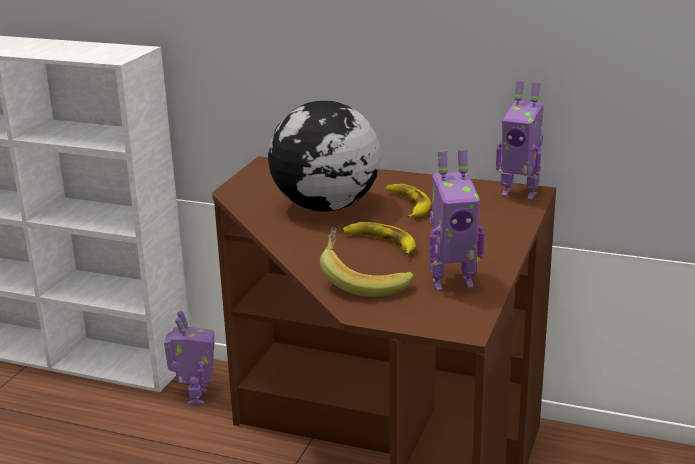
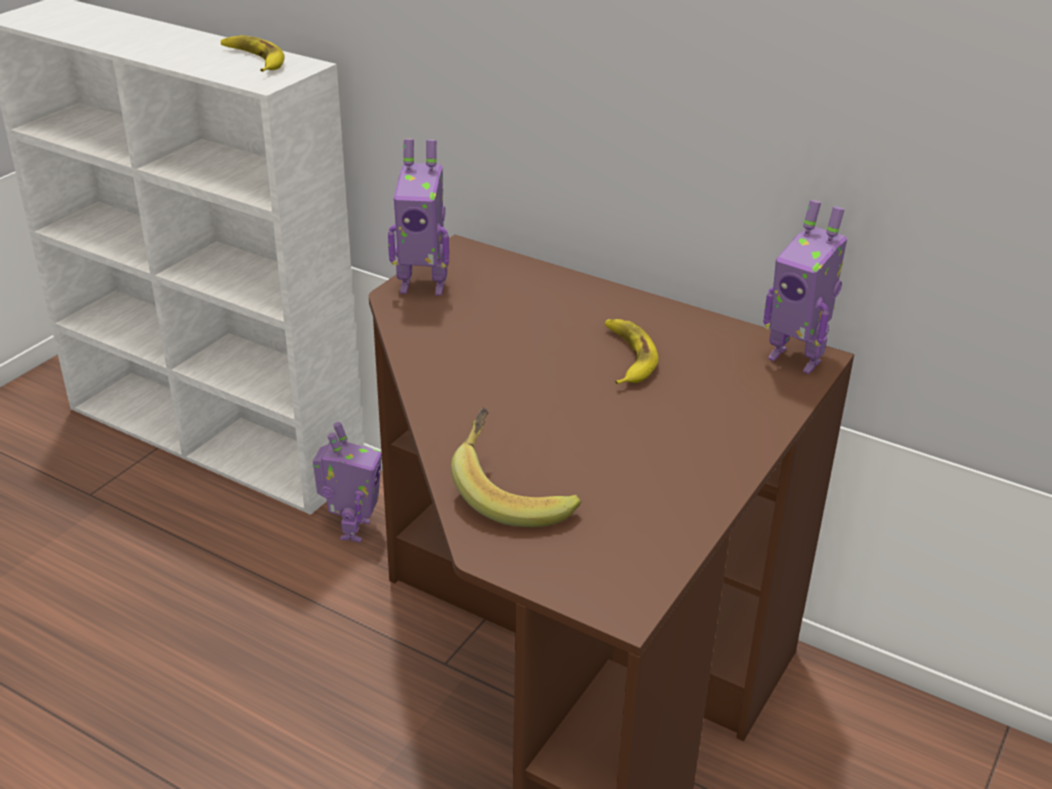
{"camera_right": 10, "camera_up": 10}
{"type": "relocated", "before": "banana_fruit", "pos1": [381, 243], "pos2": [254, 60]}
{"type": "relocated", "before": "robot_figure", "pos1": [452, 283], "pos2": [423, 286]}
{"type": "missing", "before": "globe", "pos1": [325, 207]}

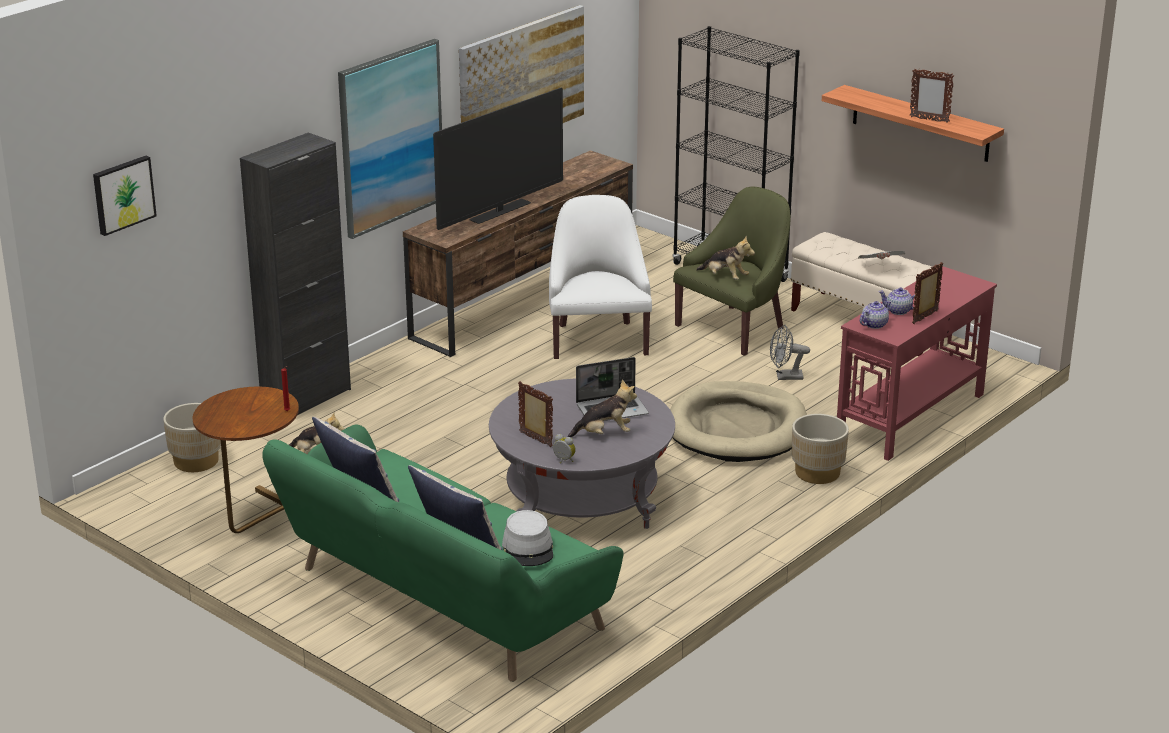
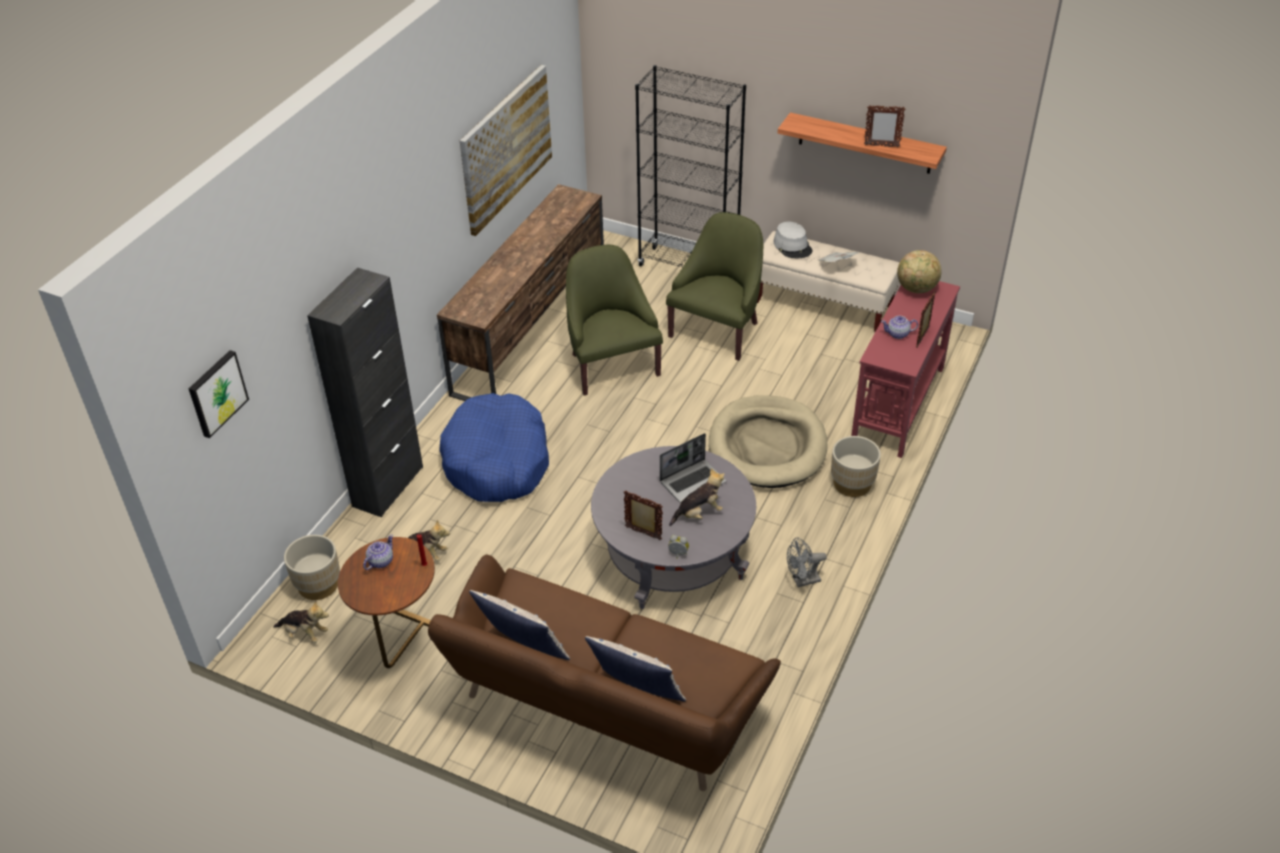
{"camera_right": -15, "camera_up": 15}
{"type": "relocated", "before": "soft_toy", "pos1": [725, 277], "pos2": [304, 633]}
{"type": "relocated", "before": "teapot", "pos1": [874, 324], "pos2": [380, 561]}
{"type": "colour", "before": "green_settee", "after": "brown-coloured_settee", "pos1": [440, 601], "pos2": [603, 707]}
{"type": "appeared", "after": "blue-coloured_pet_bed", "pos2": [497, 461]}
{"type": "colour", "before": "whitish_armchair", "after": "green_armchair", "pos1": [597, 339], "pos2": [611, 365]}
{"type": "relocated", "before": "gray_wearable_hat", "pos1": [528, 548], "pos2": [793, 246]}
{"type": "relocated", "before": "gray_fan", "pos1": [785, 377], "pos2": [802, 581]}
{"type": "appeared", "after": "globe", "pos2": [916, 289]}
{"type": "missing", "before": "wall_picture", "pos1": [391, 137]}
{"type": "missing", "before": "television", "pos1": [500, 212]}

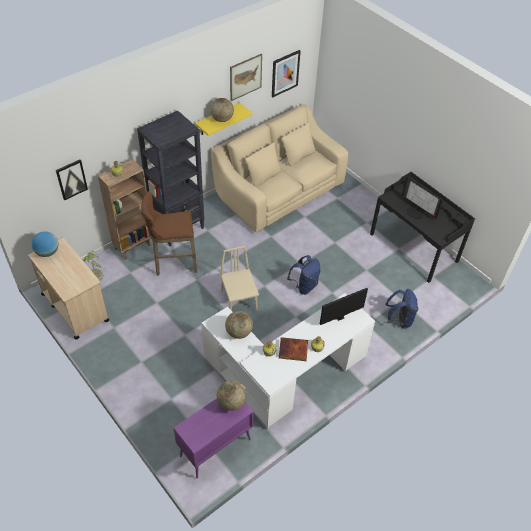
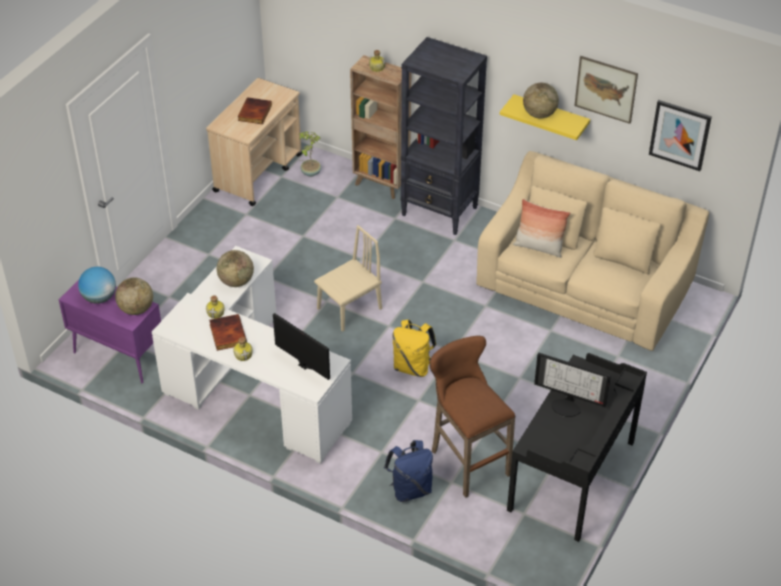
{"camera_right": 70, "camera_up": -5}
{"type": "relocated", "before": "globe", "pos1": [47, 252], "pos2": [99, 298]}
{"type": "appeared", "after": "book", "pos2": [254, 112]}
{"type": "colour", "before": "blue-coloured_knapsack", "after": "yellowish_knapsack", "pos1": [304, 286], "pos2": [413, 367]}
{"type": "relocated", "before": "brown-coloured_stool", "pos1": [173, 263], "pos2": [467, 461]}
{"type": "appeared", "after": "pillow", "pos2": [539, 247]}
{"type": "spun", "before": "computer_screen", "pos1": [415, 212], "pos2": [567, 405], "turn": -90}
{"type": "missing", "before": "wall_picture", "pos1": [71, 179]}

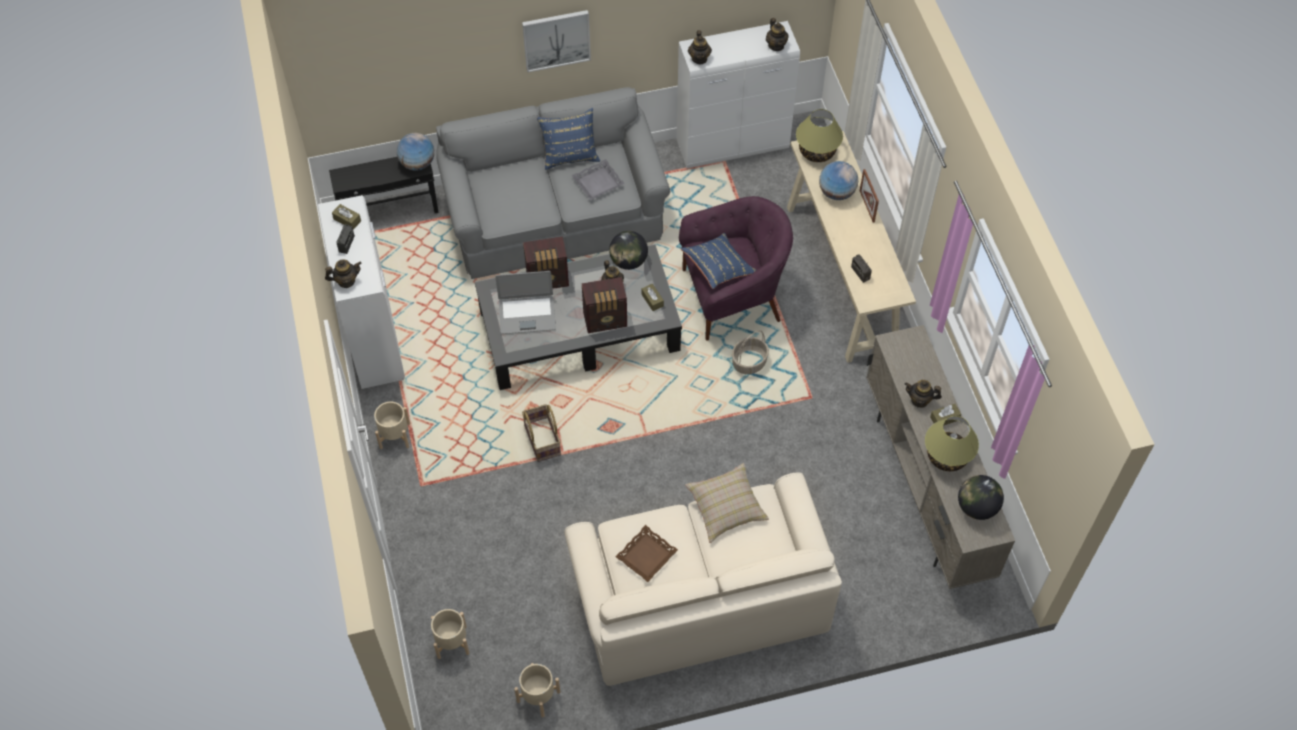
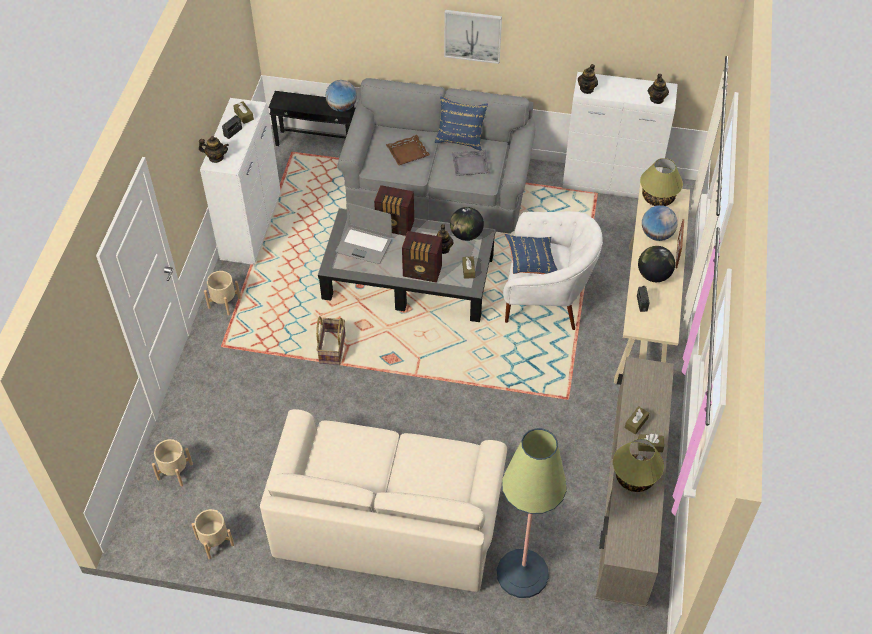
{"camera_right": 25, "camera_up": -5}
{"type": "relocated", "before": "brown-coloured_tray", "pos1": [647, 556], "pos2": [407, 153]}
{"type": "appeared", "after": "standing_lamp", "pos2": [522, 573]}
{"type": "colour", "before": "purple_armchair", "after": "whitish_armchair", "pos1": [732, 296], "pos2": [545, 296]}
{"type": "exchanged", "before": "teapot", "after": "brown-coloured_tissue_box", "pos1": [920, 400], "pos2": [636, 423]}
{"type": "relocated", "before": "globe", "pos1": [976, 507], "pos2": [653, 275]}
{"type": "missing", "before": "beige_pillow", "pos1": [726, 508]}
{"type": "missing", "before": "household_basket", "pos1": [749, 363]}

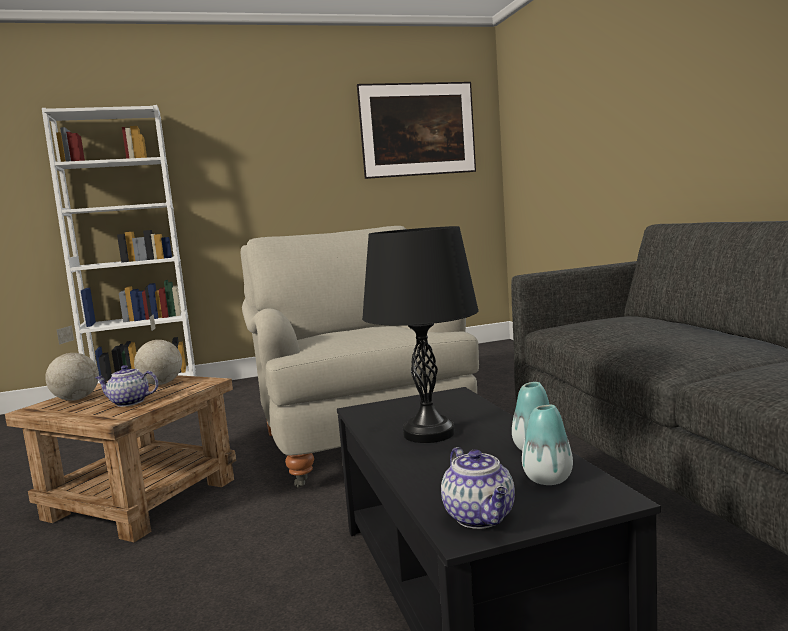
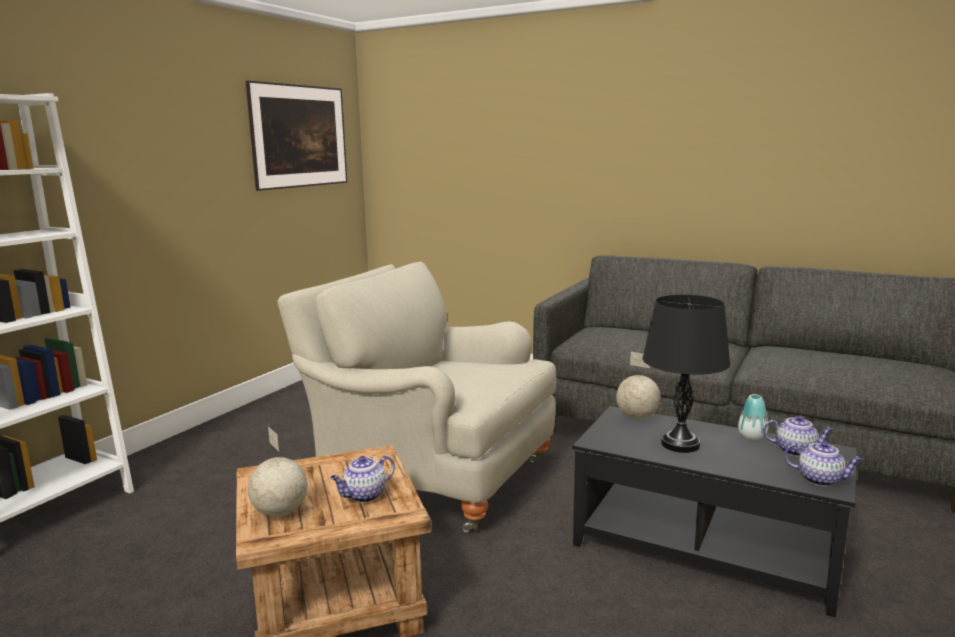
{"camera_right": -45, "camera_up": 5}
{"type": "relocated", "before": "globe", "pos1": [161, 384], "pos2": [637, 417]}
{"type": "exchanged", "before": "flower_vase", "after": "teapot", "pos1": [547, 479], "pos2": [796, 451]}

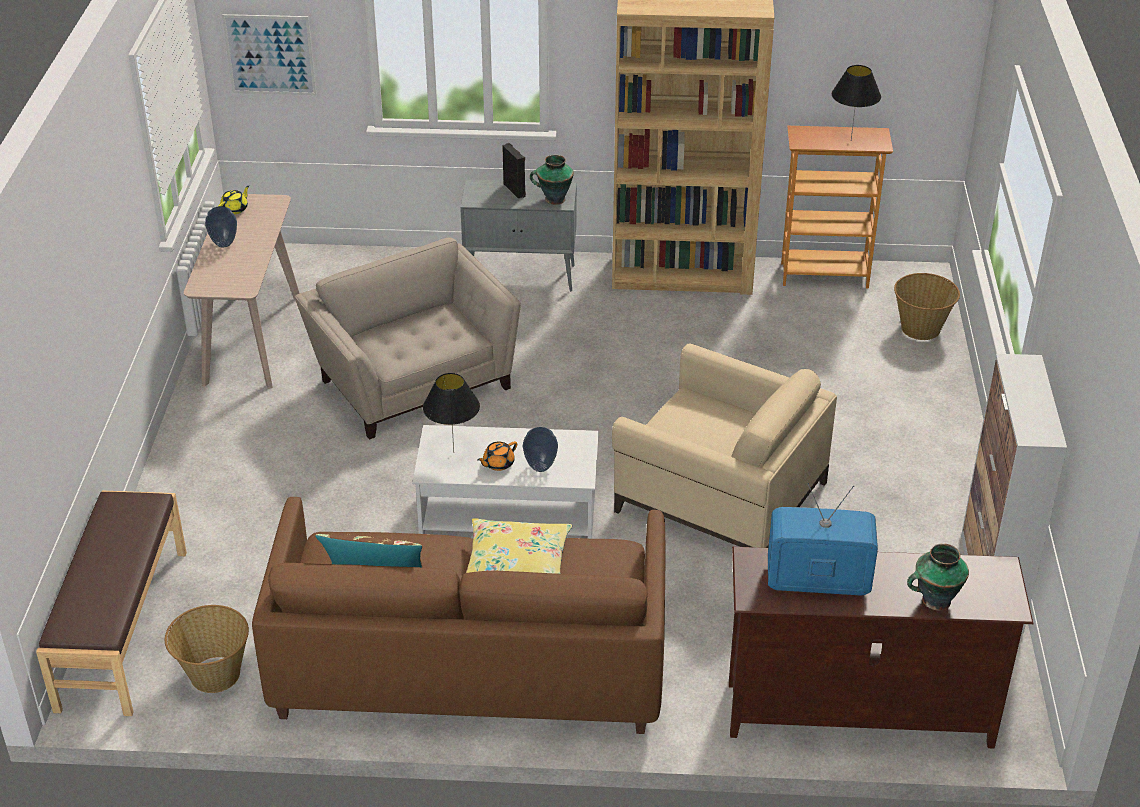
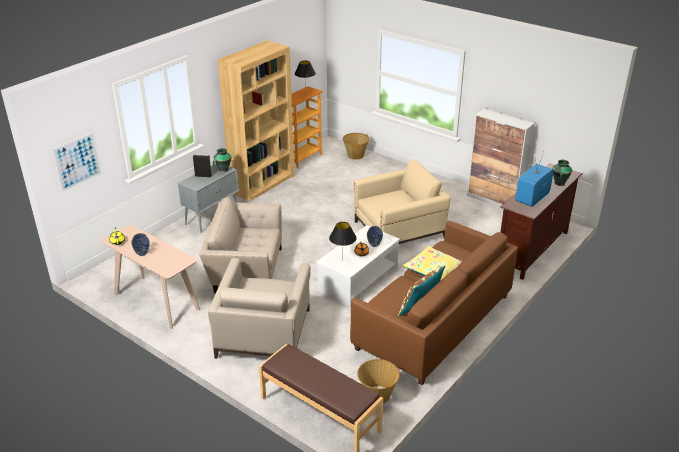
{"camera_right": -55, "camera_up": -5}
{"type": "appeared", "after": "beige_armchair", "pos2": [264, 332]}

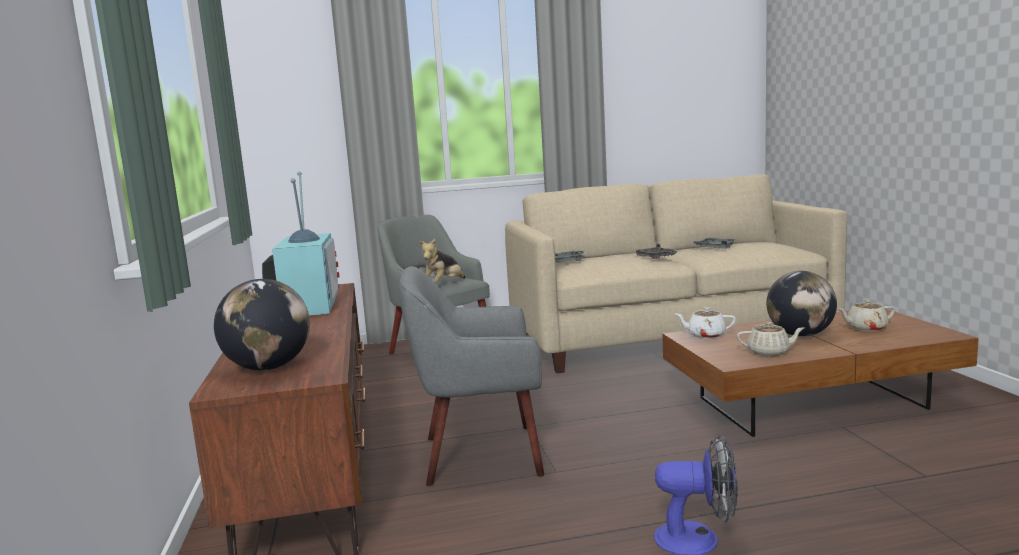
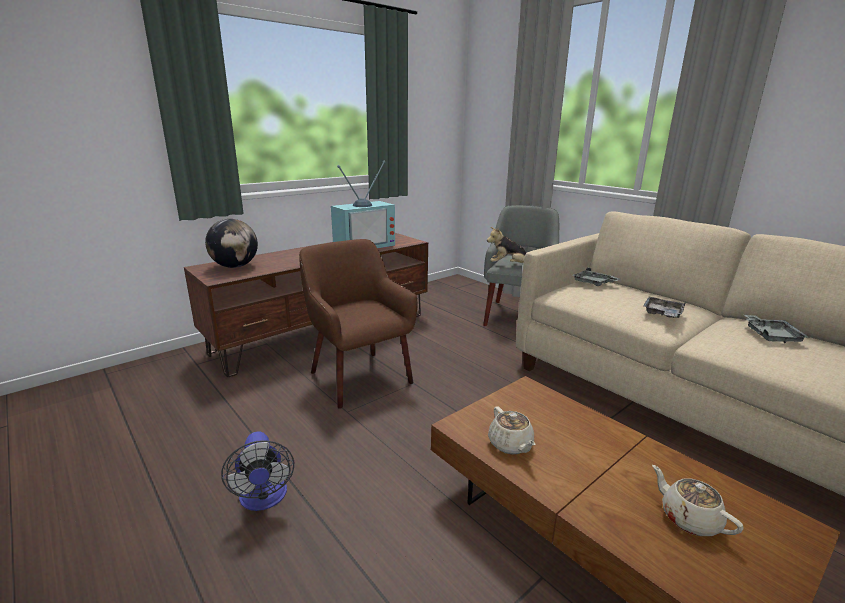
{"camera_right": 60, "camera_up": 10}
{"type": "colour", "before": "gray_armchair", "after": "brown-coloured_armchair", "pos1": [480, 454], "pos2": [359, 377]}
{"type": "missing", "before": "whitish_teapot", "pos1": [705, 335]}
{"type": "missing", "before": "globe", "pos1": [800, 335]}

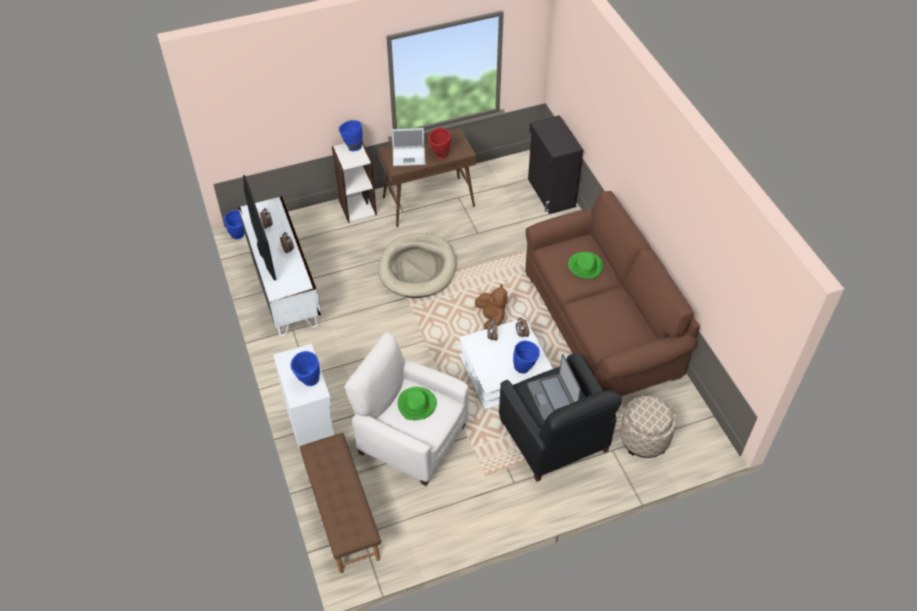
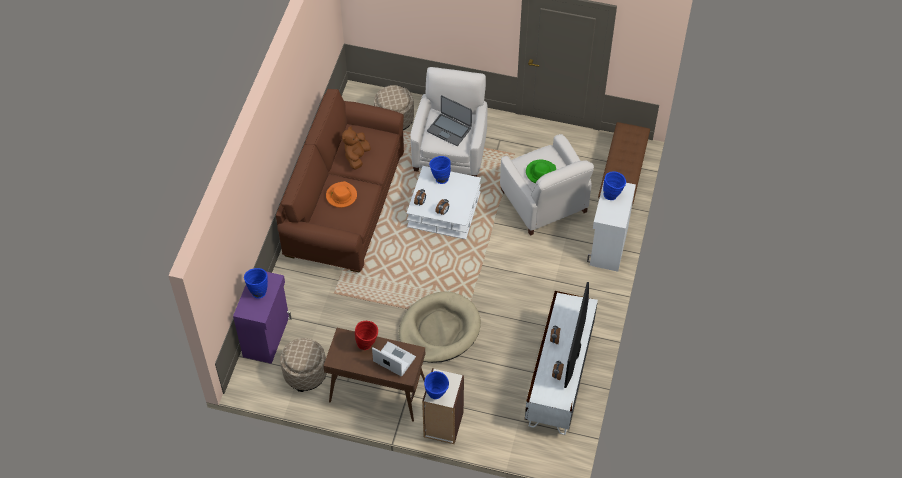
{"camera_right": -145, "camera_up": 5}
{"type": "colour", "before": "black_storage_cabinet", "after": "purple_storage_cabinet", "pos1": [550, 193], "pos2": [267, 336]}
{"type": "relocated", "before": "blue-coloured_flower_vase", "pos1": [240, 236], "pos2": [258, 291]}
{"type": "appeared", "after": "beige_ottoman", "pos2": [305, 373]}
{"type": "colour", "before": "green_wearable_hat", "after": "orange_wearable_hat", "pos1": [585, 266], "pos2": [341, 196]}
{"type": "relocated", "before": "brown-coloured_soft_toy", "pos1": [491, 319], "pos2": [356, 157]}
{"type": "colour", "before": "black_armchair", "after": "whitish_armchair", "pos1": [554, 437], "pos2": [450, 151]}
{"type": "spun", "before": "notebook_computer", "pos1": [552, 397], "pos2": [449, 129], "turn": 105}

